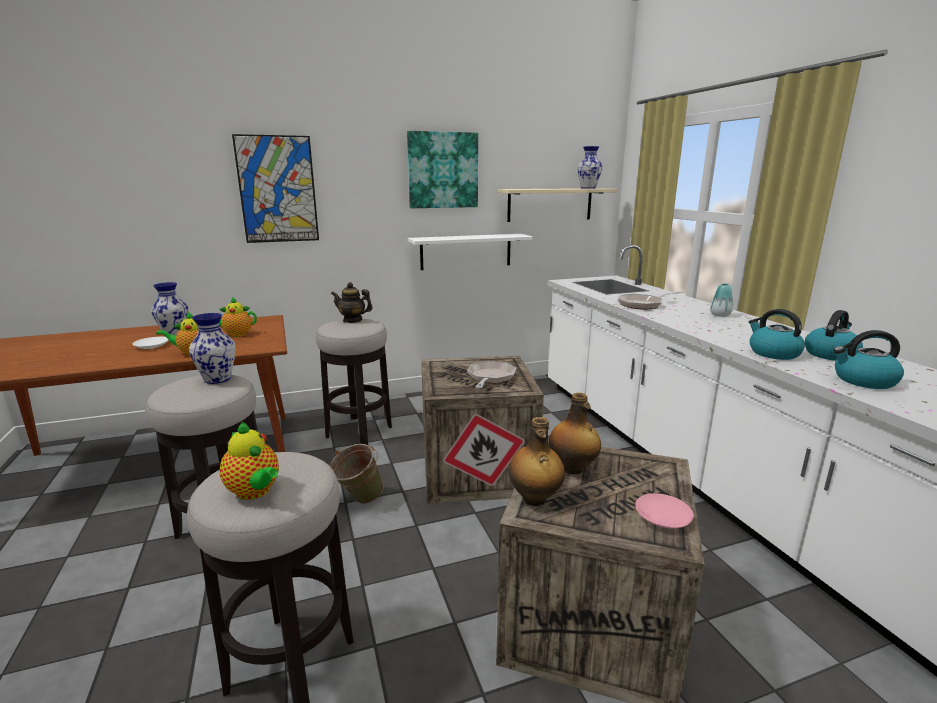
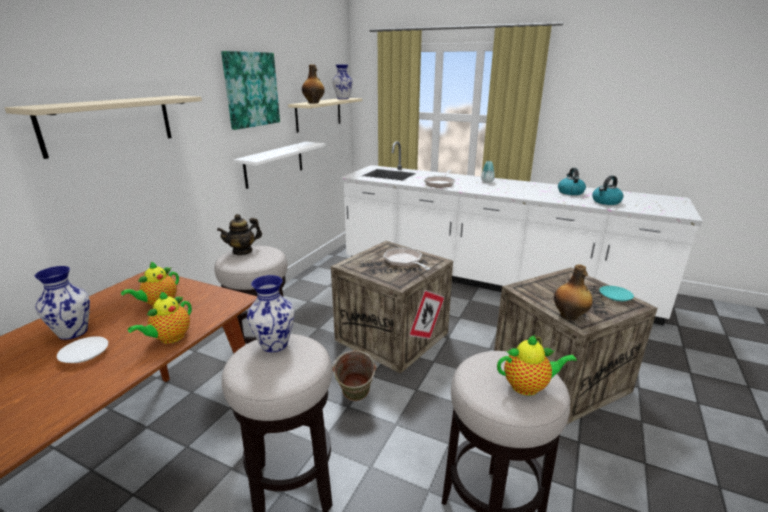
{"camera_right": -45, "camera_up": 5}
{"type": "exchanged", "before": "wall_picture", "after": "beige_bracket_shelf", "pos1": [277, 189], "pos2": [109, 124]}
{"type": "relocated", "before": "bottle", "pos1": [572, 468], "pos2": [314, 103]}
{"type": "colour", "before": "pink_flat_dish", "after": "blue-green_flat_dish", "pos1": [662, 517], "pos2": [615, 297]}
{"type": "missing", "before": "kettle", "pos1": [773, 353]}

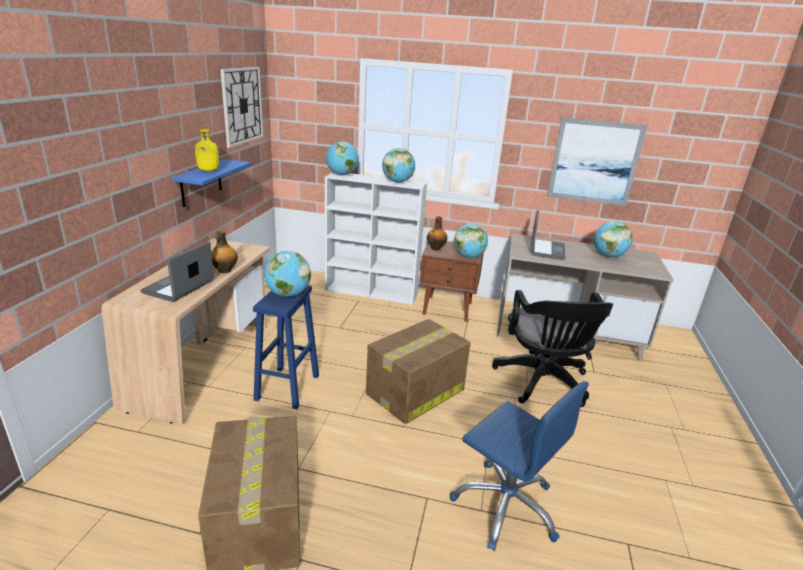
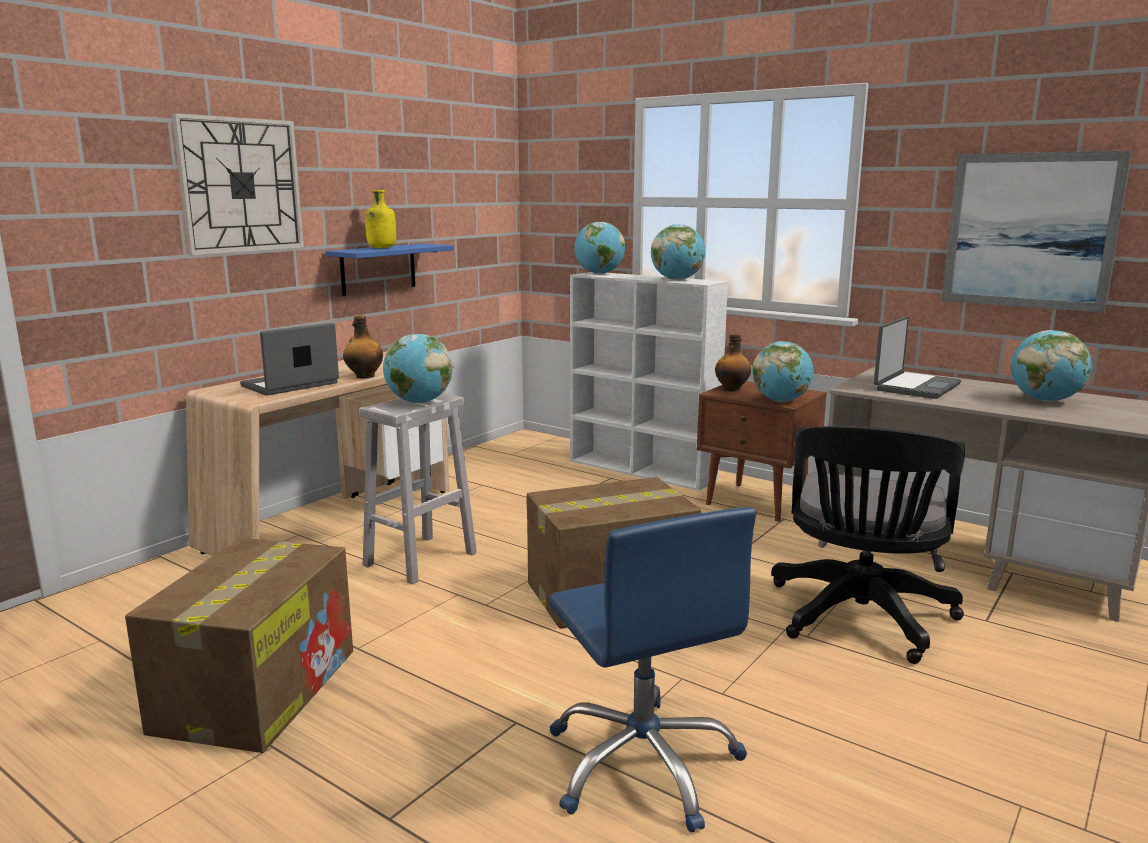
{"camera_right": 25, "camera_up": -10}
{"type": "relocated", "before": "wall_clock", "pos1": [242, 105], "pos2": [241, 185]}
{"type": "colour", "before": "blue-coloured_stool", "after": "whitish_stool", "pos1": [287, 388], "pos2": [419, 560]}

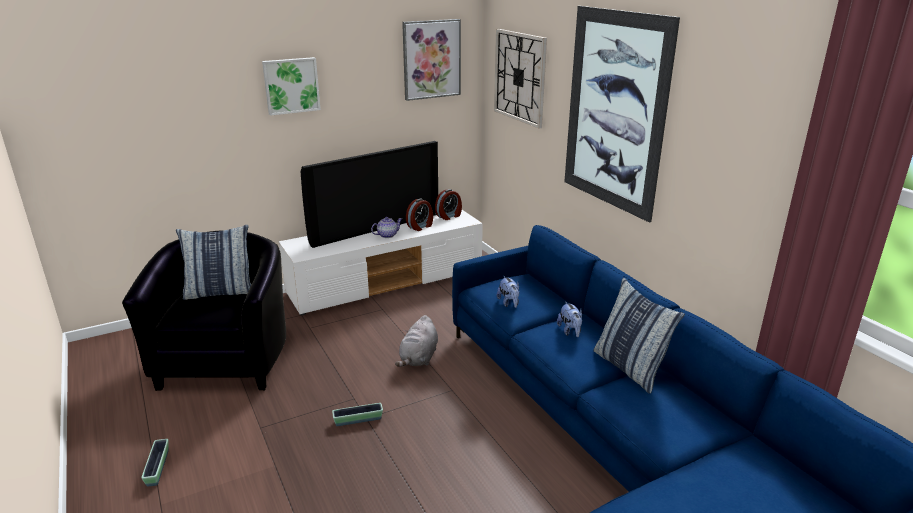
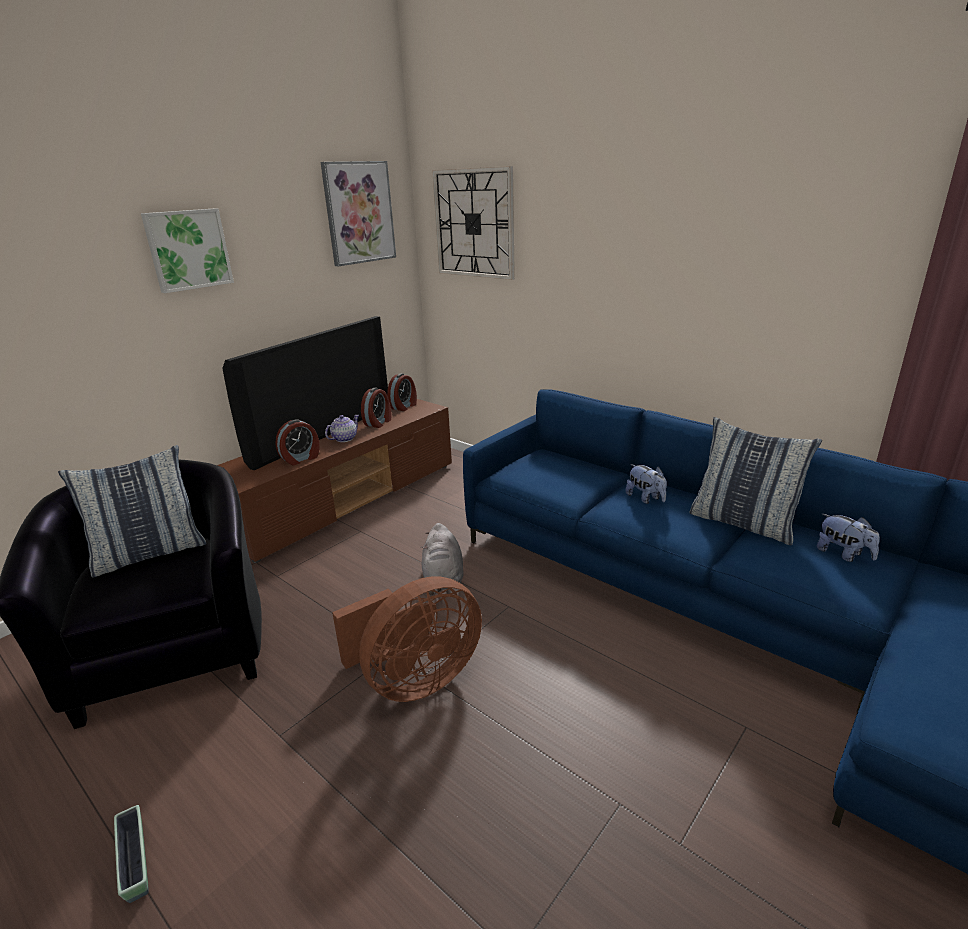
{"camera_right": -20, "camera_up": 0}
{"type": "colour", "before": "whitish_tv_unit", "after": "brown-coloured_tv_unit", "pos1": [387, 282], "pos2": [347, 499]}
{"type": "appeared", "after": "bedside_clock", "pos2": [301, 459]}
{"type": "exchanged", "before": "plant_pot", "after": "brown-coloured_fan", "pos1": [358, 420], "pos2": [415, 680]}
{"type": "relocated", "before": "soft_toy", "pos1": [509, 303], "pos2": [843, 554]}
{"type": "missing", "before": "wall_picture", "pos1": [614, 111]}

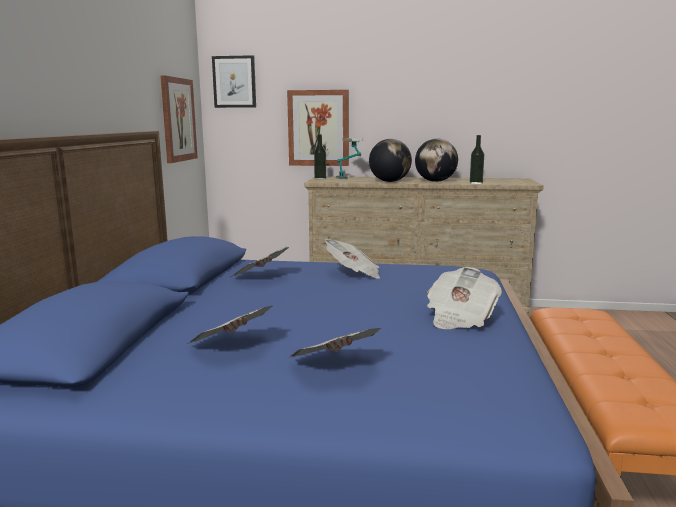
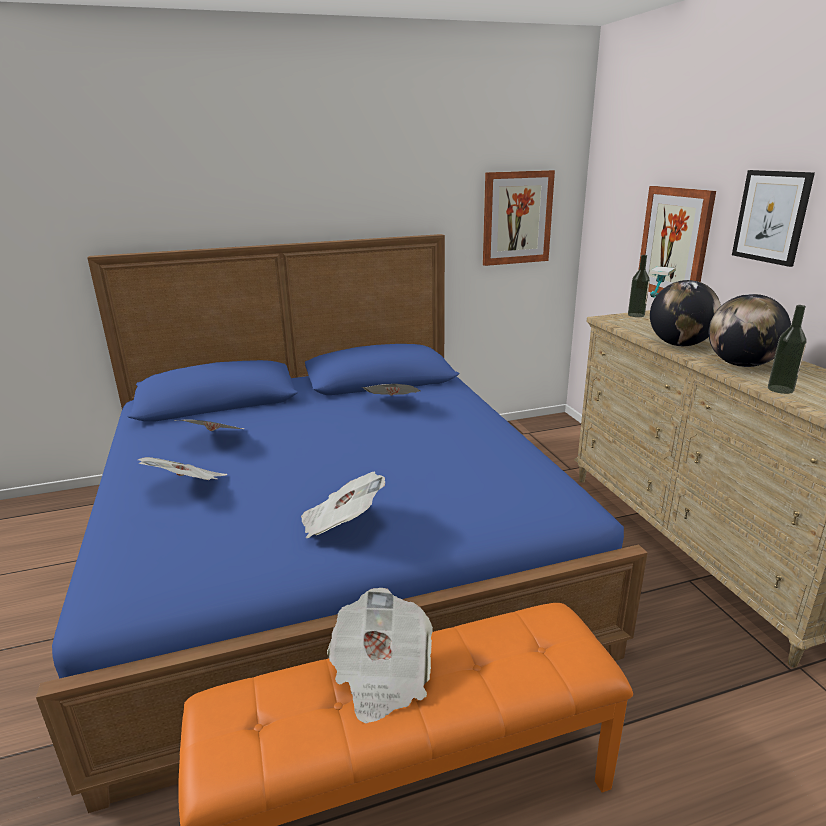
{"camera_right": 65, "camera_up": 10}
{"type": "relocated", "before": "daily_paper", "pos1": [354, 274], "pos2": [381, 675]}
{"type": "relocated", "before": "wall_picture", "pos1": [234, 82], "pos2": [771, 217]}

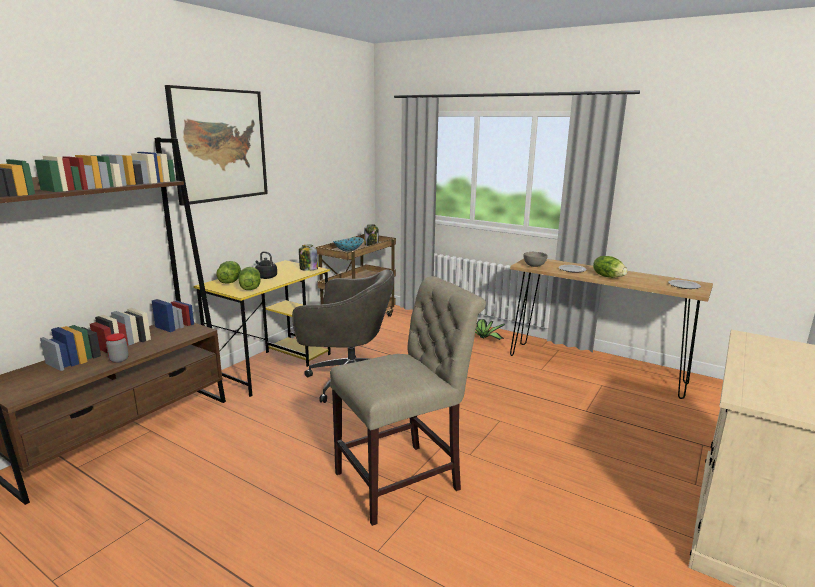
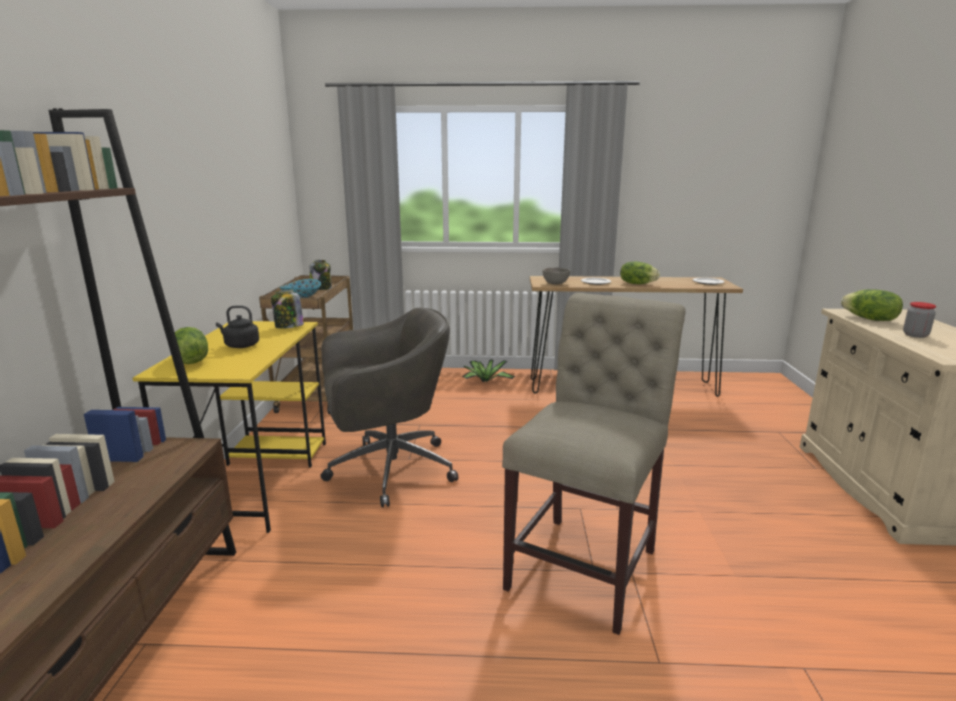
{"camera_right": -30, "camera_up": 0}
{"type": "relocated", "before": "head_of_lettuce", "pos1": [250, 288], "pos2": [869, 319]}
{"type": "relocated", "before": "jar", "pos1": [119, 359], "pos2": [915, 335]}
{"type": "missing", "before": "wall_picture", "pos1": [220, 145]}

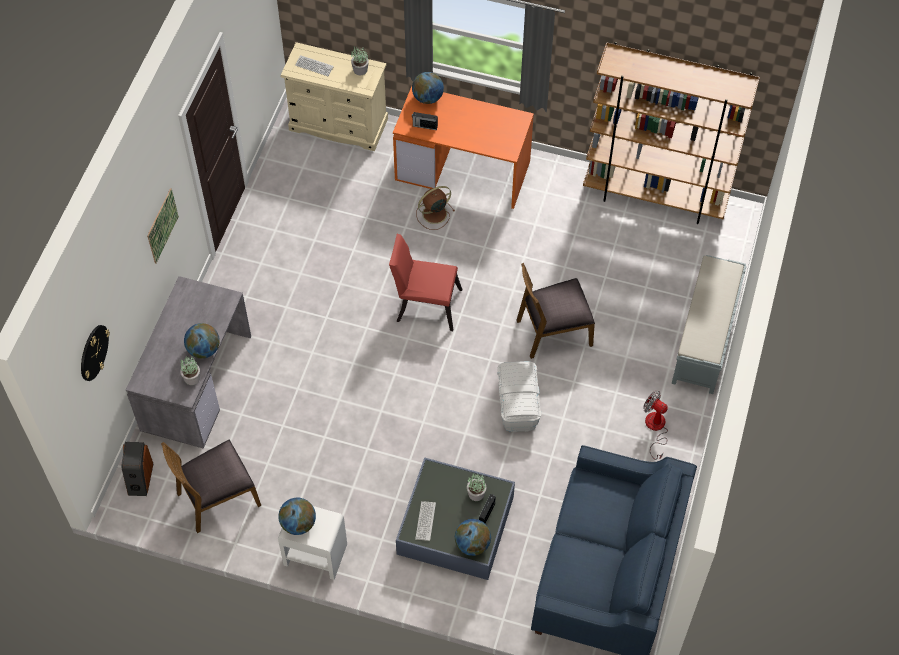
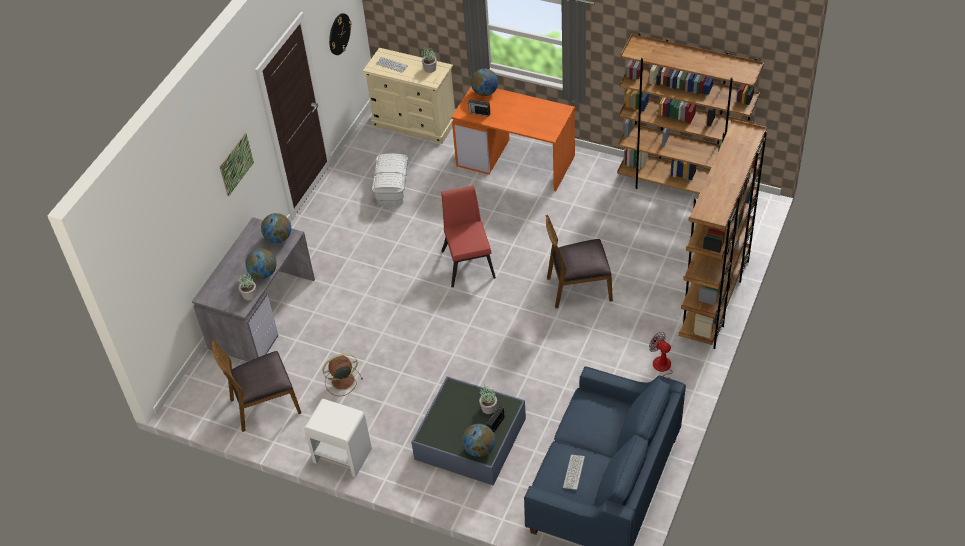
{"camera_right": 10, "camera_up": -10}
{"type": "relocated", "before": "globe", "pos1": [298, 524], "pos2": [278, 238]}
{"type": "relocated", "before": "brown-coloured_fan", "pos1": [433, 214], "pos2": [342, 381]}
{"type": "relocated", "before": "wall_clock", "pos1": [93, 352], "pos2": [339, 34]}
{"type": "relocated", "before": "whitish_storage_box", "pos1": [517, 404], "pos2": [392, 188]}
{"type": "spun", "before": "reddish_chair", "pos1": [425, 303], "pos2": [468, 261], "turn": 60}
{"type": "relocated", "before": "computer_keyboard", "pos1": [425, 521], "pos2": [573, 472]}
{"type": "exchanged", "before": "gray_bench", "after": "brown-coloured_bookshelf", "pos1": [704, 338], "pos2": [714, 299]}
{"type": "missing", "before": "loudspeaker", "pos1": [139, 478]}

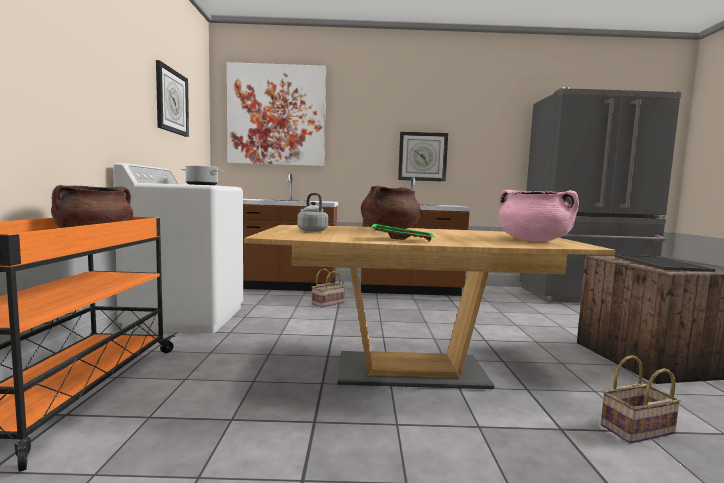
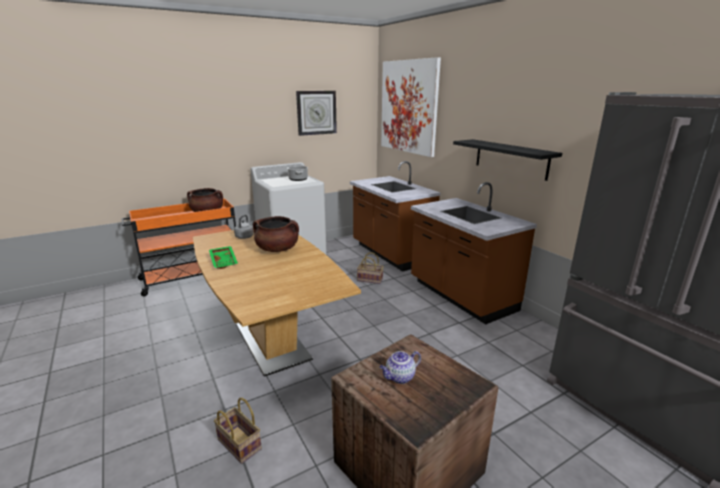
{"camera_right": 60, "camera_up": 15}
{"type": "exchanged", "before": "tray", "after": "teapot", "pos1": [662, 263], "pos2": [399, 377]}
{"type": "exchanged", "before": "wall_clock", "after": "black_bracket_shelf", "pos1": [422, 156], "pos2": [510, 158]}
{"type": "missing", "before": "pink_stockpot", "pos1": [533, 240]}

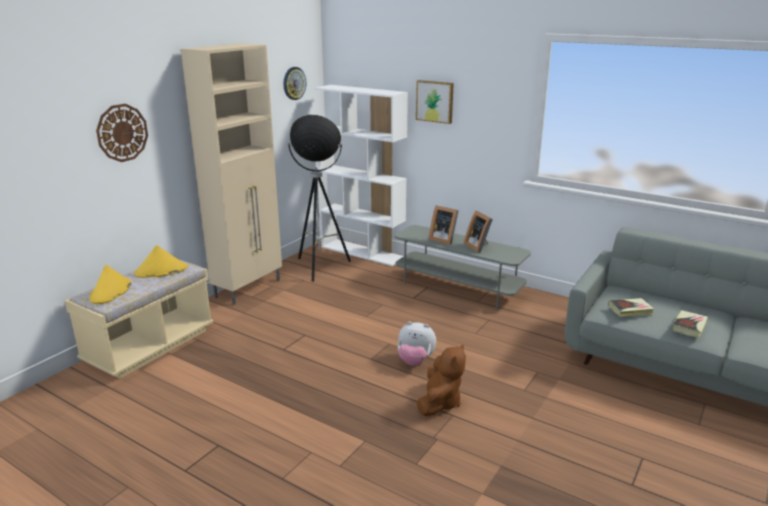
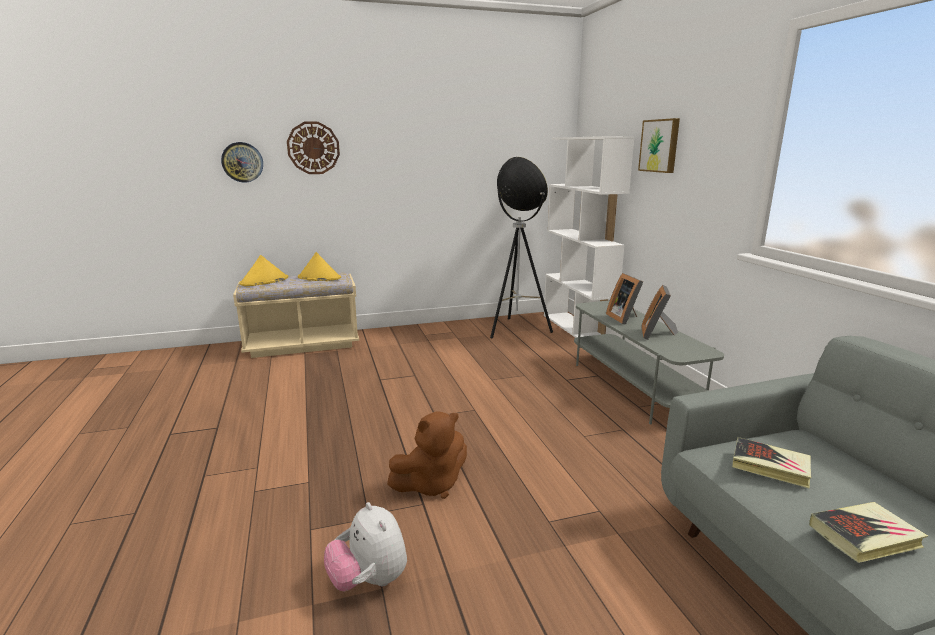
{"camera_right": 40, "camera_up": -5}
{"type": "relocated", "before": "wall_clock", "pos1": [294, 83], "pos2": [242, 162]}
{"type": "relocated", "before": "soft_toy", "pos1": [415, 361], "pos2": [369, 581]}
{"type": "missing", "before": "beige_storage_cabinet", "pos1": [249, 288]}

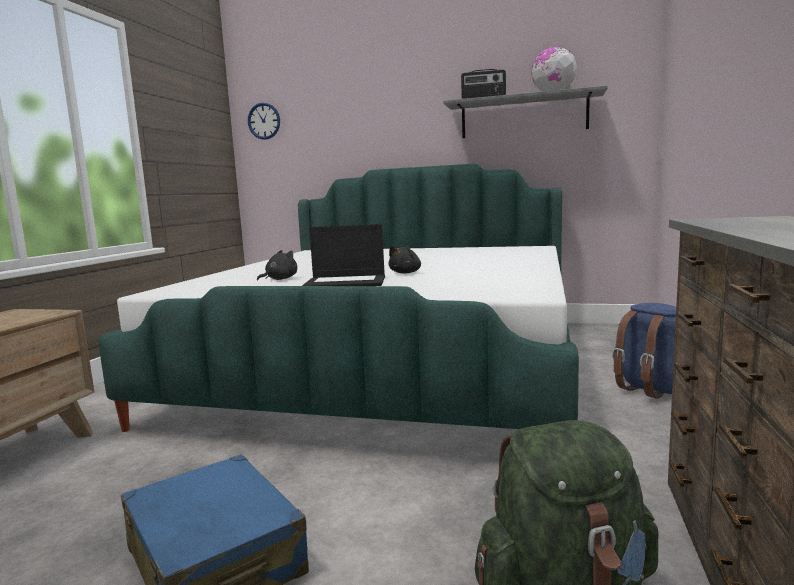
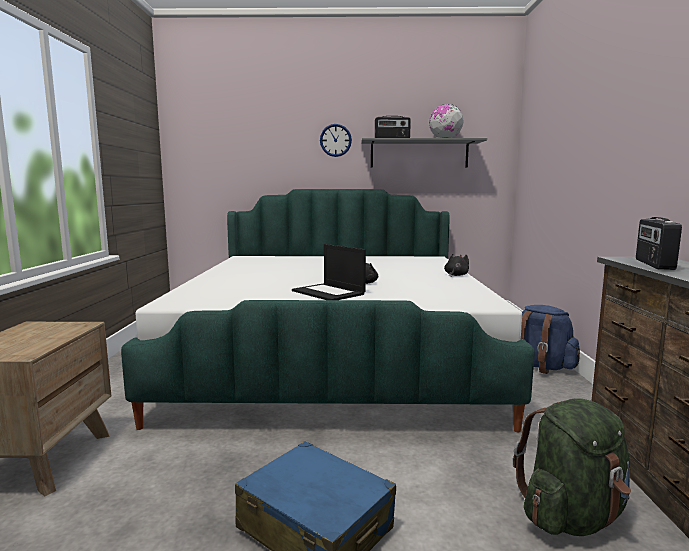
{"camera_right": -15, "camera_up": 0}
{"type": "spun", "before": "notebook_computer", "pos1": [346, 282], "pos2": [329, 292], "turn": 60}
{"type": "relocated", "before": "wall_clock", "pos1": [264, 121], "pos2": [335, 140]}
{"type": "relocated", "before": "black_soft_toy", "pos1": [279, 279], "pos2": [456, 275]}
{"type": "appeared", "after": "radio_set", "pos2": [653, 264]}

